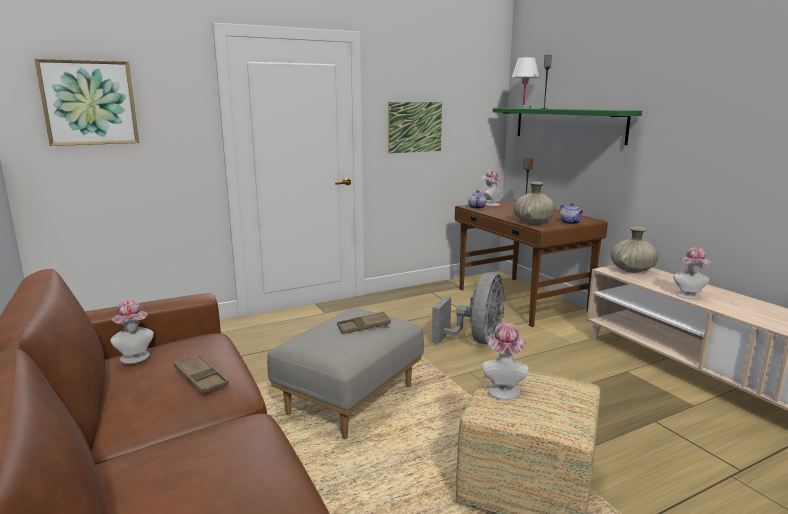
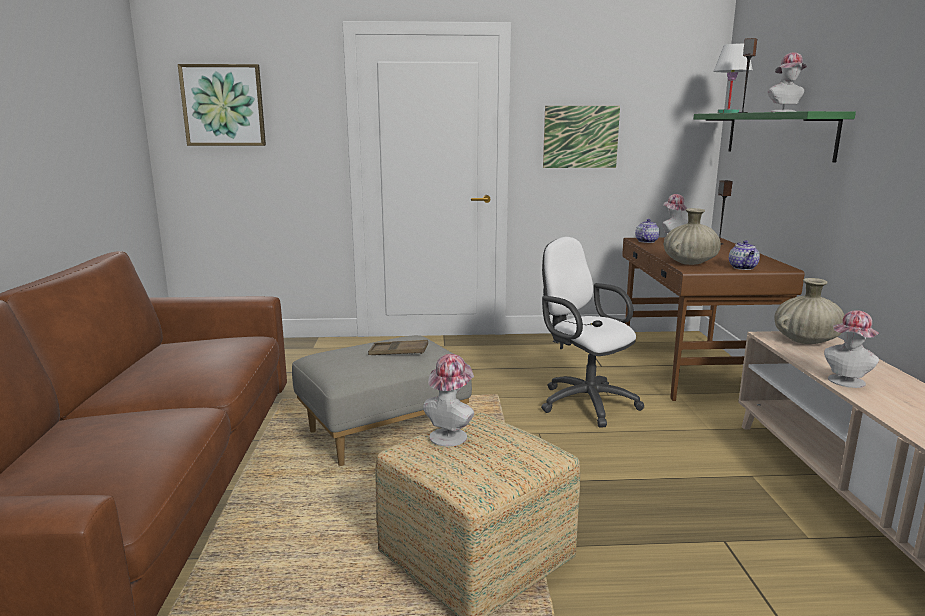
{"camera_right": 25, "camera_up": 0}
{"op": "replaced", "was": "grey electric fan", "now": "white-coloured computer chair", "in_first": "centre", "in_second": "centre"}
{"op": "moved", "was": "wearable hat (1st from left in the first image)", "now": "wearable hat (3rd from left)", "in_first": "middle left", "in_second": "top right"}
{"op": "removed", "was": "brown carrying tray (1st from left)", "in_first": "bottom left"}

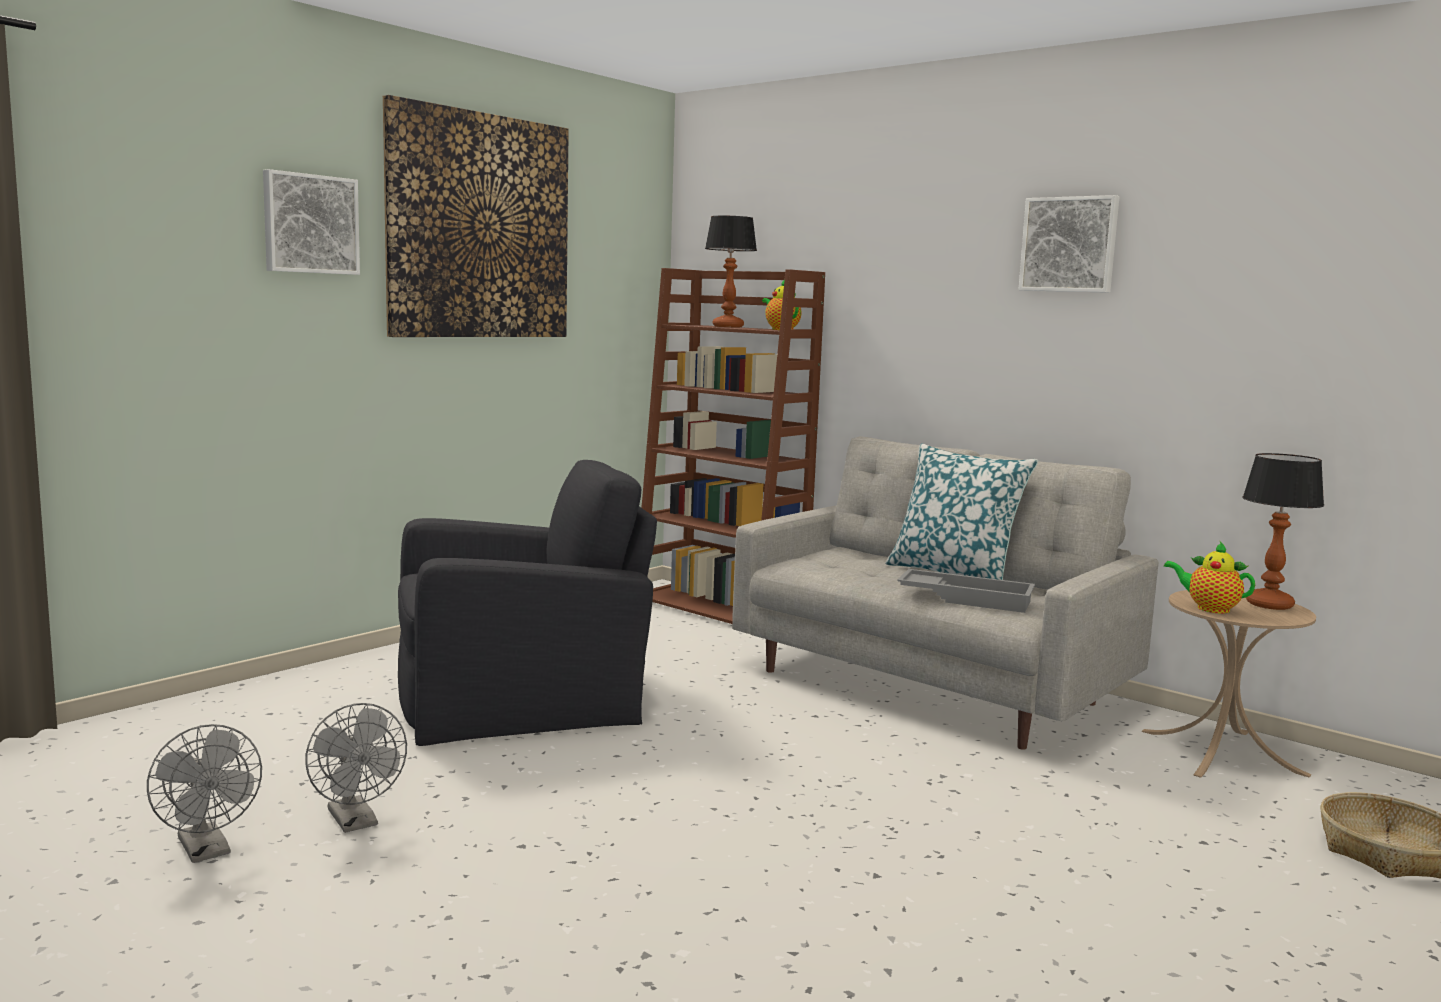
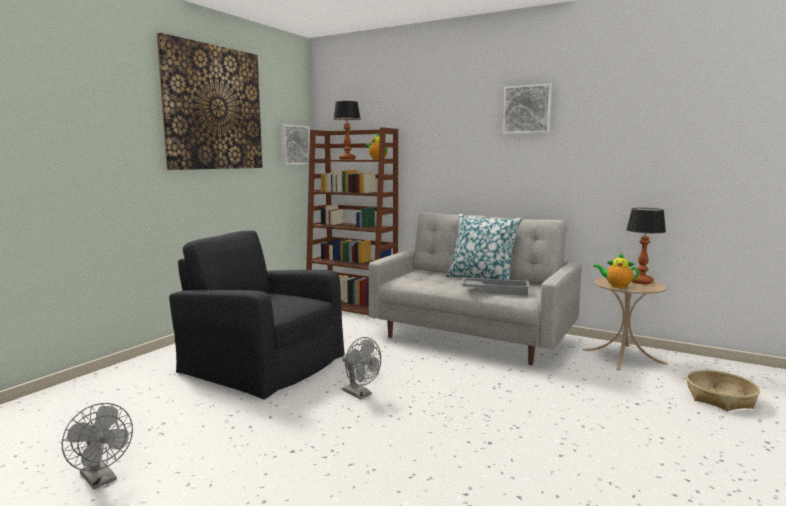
{"camera_right": -10, "camera_up": 0}
{"op": "turned", "was": "black lounge chair", "in_first": "centre", "in_second": "middle left", "clockwise": -120}
{"op": "moved", "was": "picture (1st from left in the first image)", "now": "picture (2nd from left)", "in_first": "top left", "in_second": "top centre"}
{"op": "moved", "was": "grey electric fan (2nd from left)", "in_first": "bottom left", "in_second": "bottom centre"}

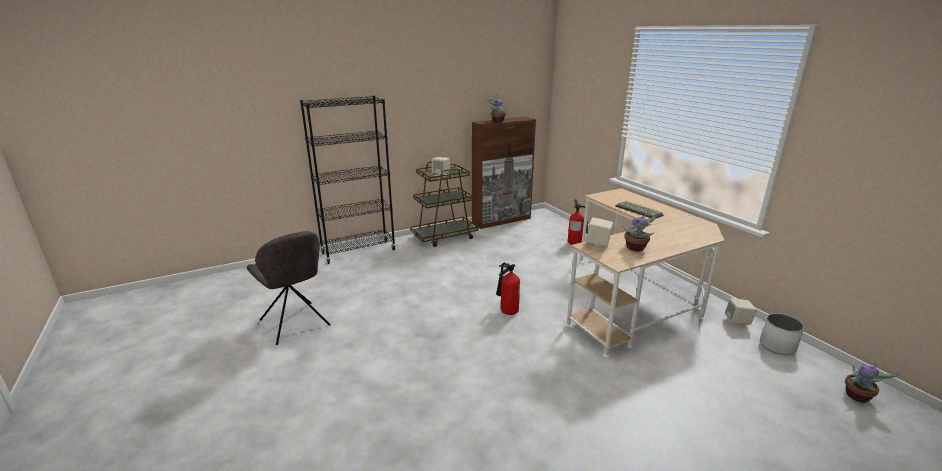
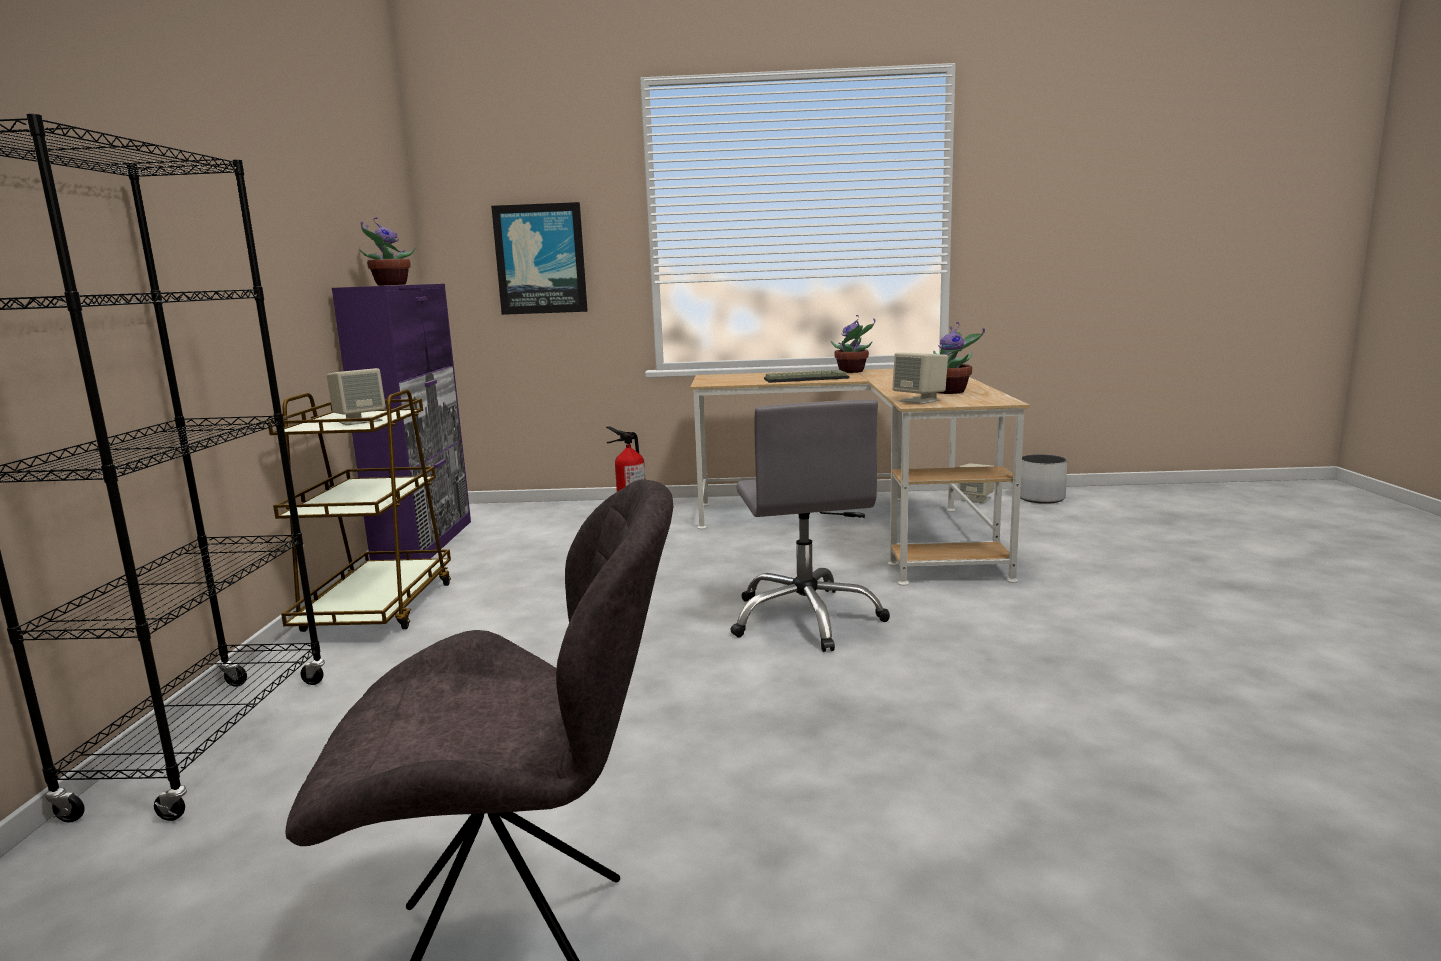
{"camera_right": -60, "camera_up": -10}
{"op": "recoloured", "was": "brown cupboard", "now": "purple-coloured cupboard", "in_first": "centre", "in_second": "middle left"}
{"op": "added", "now": "picture", "in_second": "top centre"}
{"op": "replaced", "was": "fire-fighting cylinder (1st from left)", "now": "grey computer chair", "in_first": "centre", "in_second": "centre"}
{"op": "moved", "was": "potted plant (3rd from left in the first image)", "now": "potted plant (2nd from left)", "in_first": "bottom right", "in_second": "centre"}

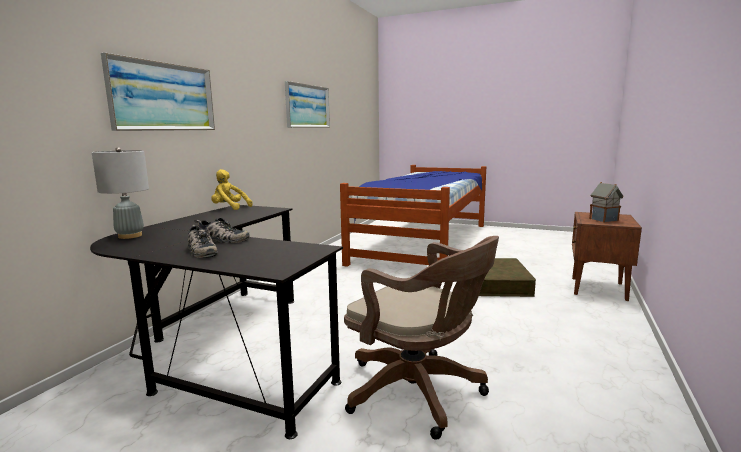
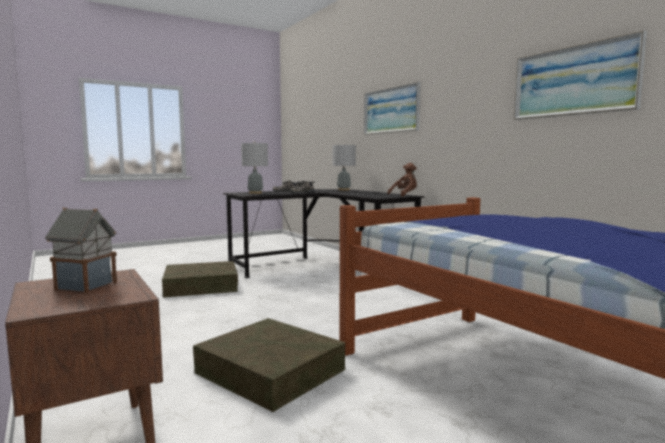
{"camera_right": 125, "camera_up": -5}
{"op": "replaced", "was": "brown computer chair", "now": "brown storage bin (1st from left)", "in_first": "bottom centre", "in_second": "middle left"}
{"op": "added", "now": "grey table lamp (1st from left)", "in_second": "centre"}
{"op": "recoloured", "was": "yellowish plush toy", "now": "brown plush toy", "in_first": "middle left", "in_second": "centre"}

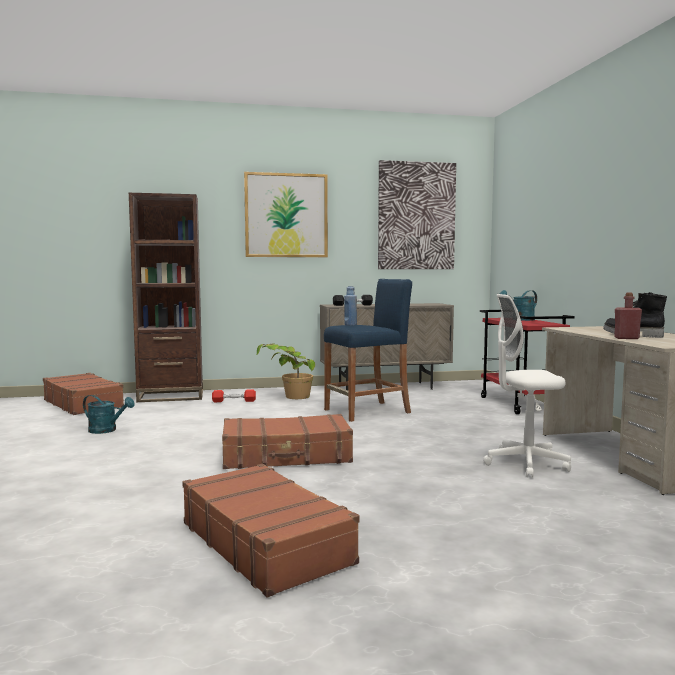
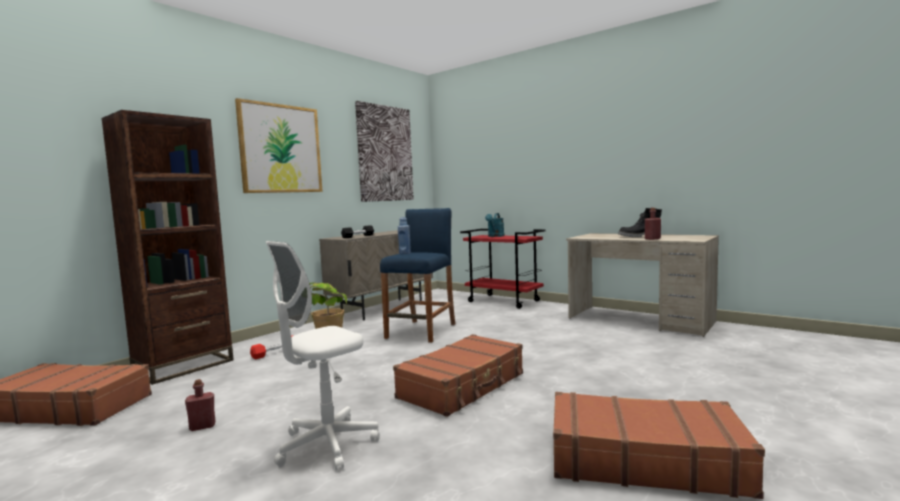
{"camera_right": -40, "camera_up": 0}
{"op": "replaced", "was": "turquoise-coloured watering can (1st from left)", "now": "reddish beverage bottle (1st from left)", "in_first": "middle left", "in_second": "bottom left"}
{"op": "moved", "was": "white-coloured computer chair", "in_first": "middle right", "in_second": "bottom centre"}

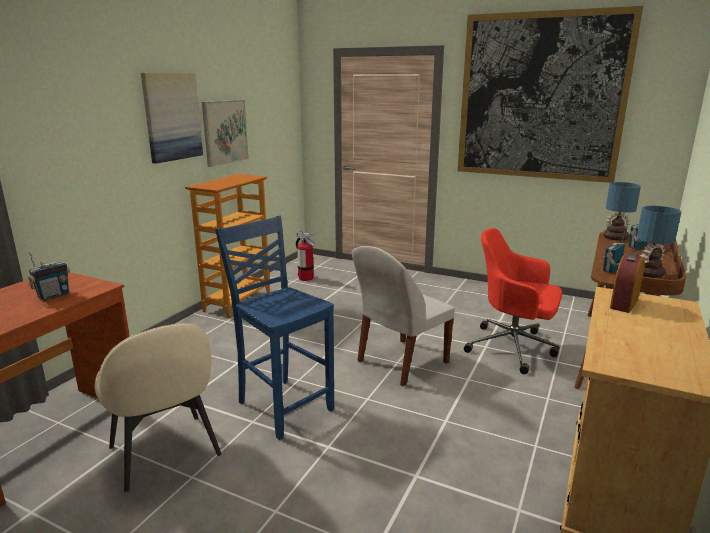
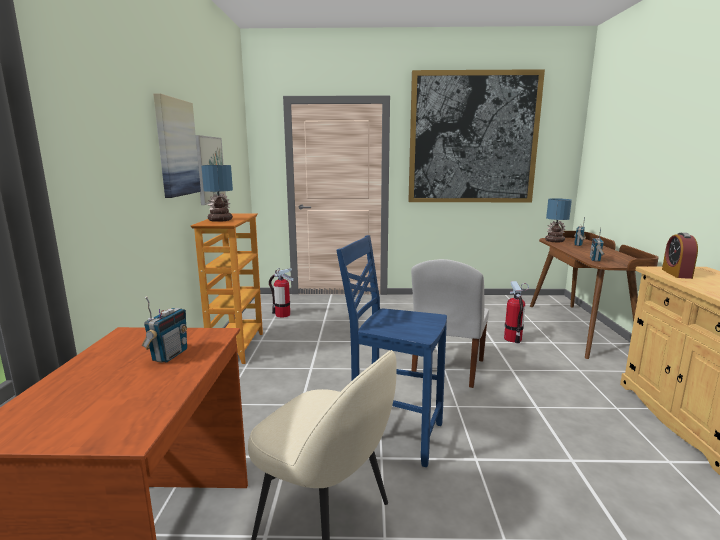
{"camera_right": -25, "camera_up": -5}
{"op": "moved", "was": "table lamp (2nd from left in the first image)", "now": "table lamp (1st from left)", "in_first": "middle right", "in_second": "middle left"}
{"op": "replaced", "was": "reddish computer chair", "now": "fire-fighting cylinder (2nd from left)", "in_first": "middle right", "in_second": "middle right"}

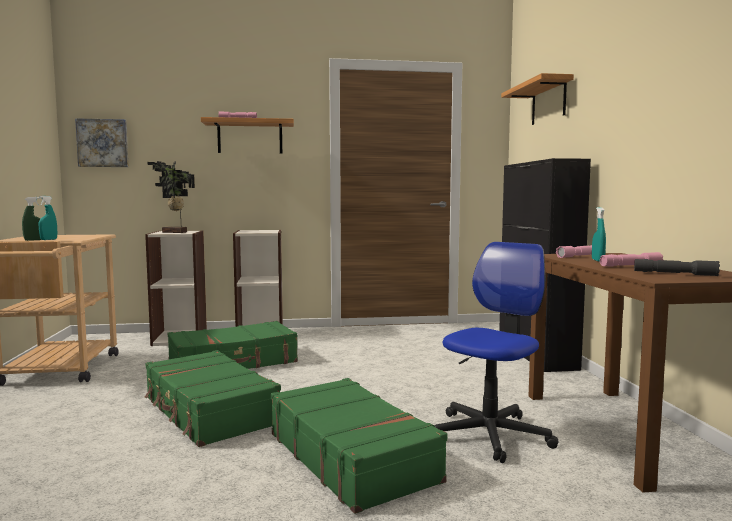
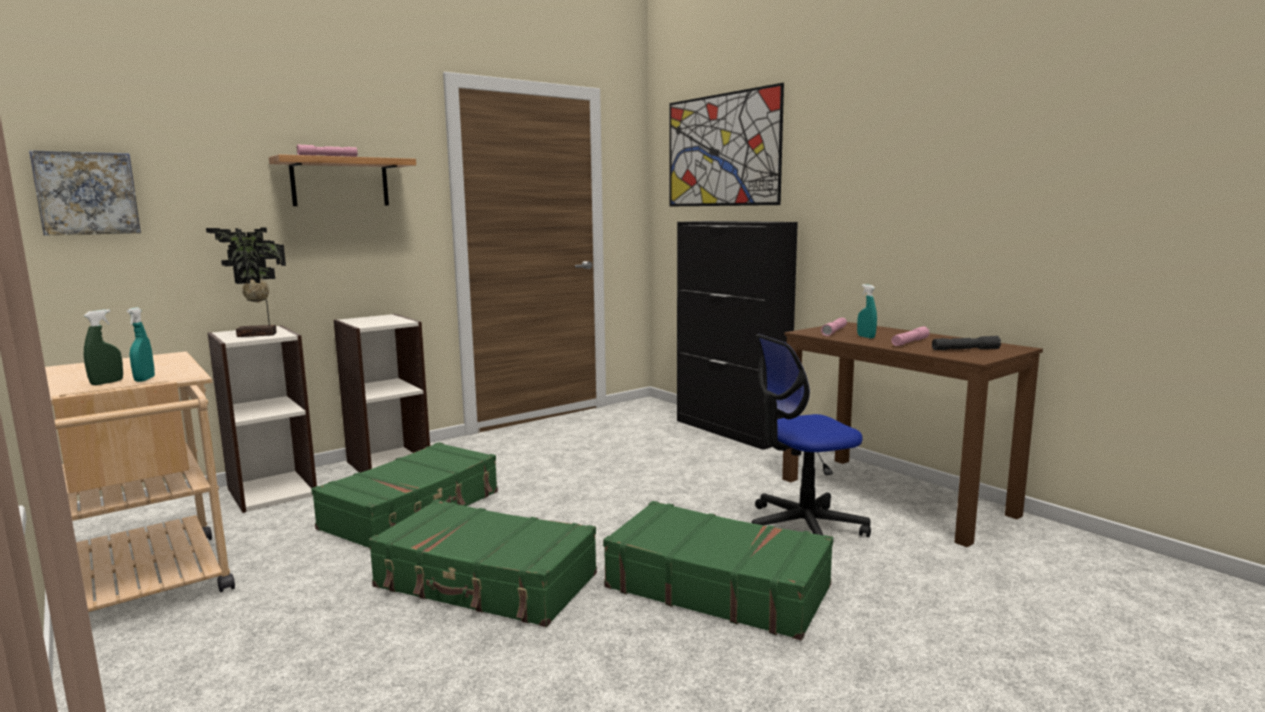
{"camera_right": -30, "camera_up": 5}
{"op": "replaced", "was": "shelf (2nd from left)", "now": "picture (2nd from left)", "in_first": "top right", "in_second": "top centre"}
{"op": "turned", "was": "computer chair", "in_first": "bottom right", "in_second": "centre", "clockwise": -120}

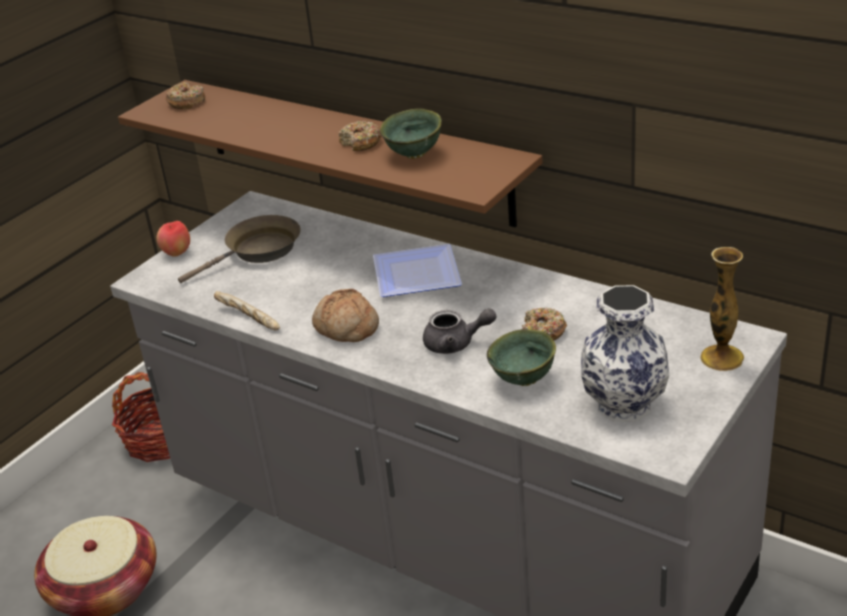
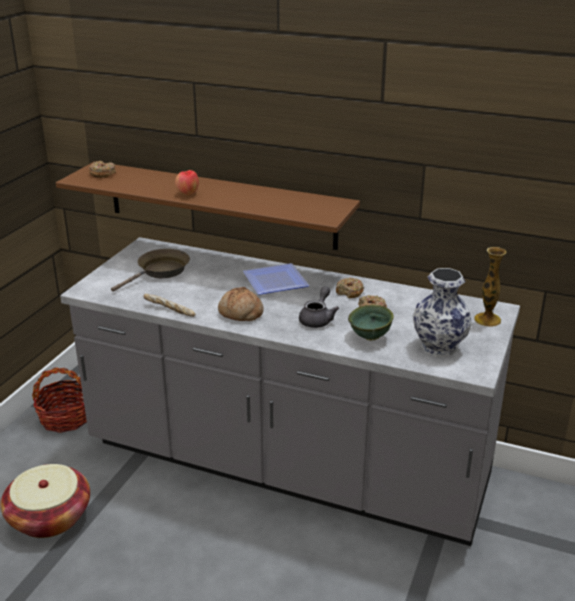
{"camera_right": -15, "camera_up": -5}
{"op": "moved", "was": "apple", "in_first": "middle left", "in_second": "top left"}
{"op": "turned", "was": "grey pot for tea", "in_first": "centre", "in_second": "centre", "clockwise": -60}
{"op": "moved", "was": "doughnut (2nd from left)", "in_first": "top centre", "in_second": "centre"}
{"op": "removed", "was": "greenish bowl (1st from left)", "in_first": "top centre"}

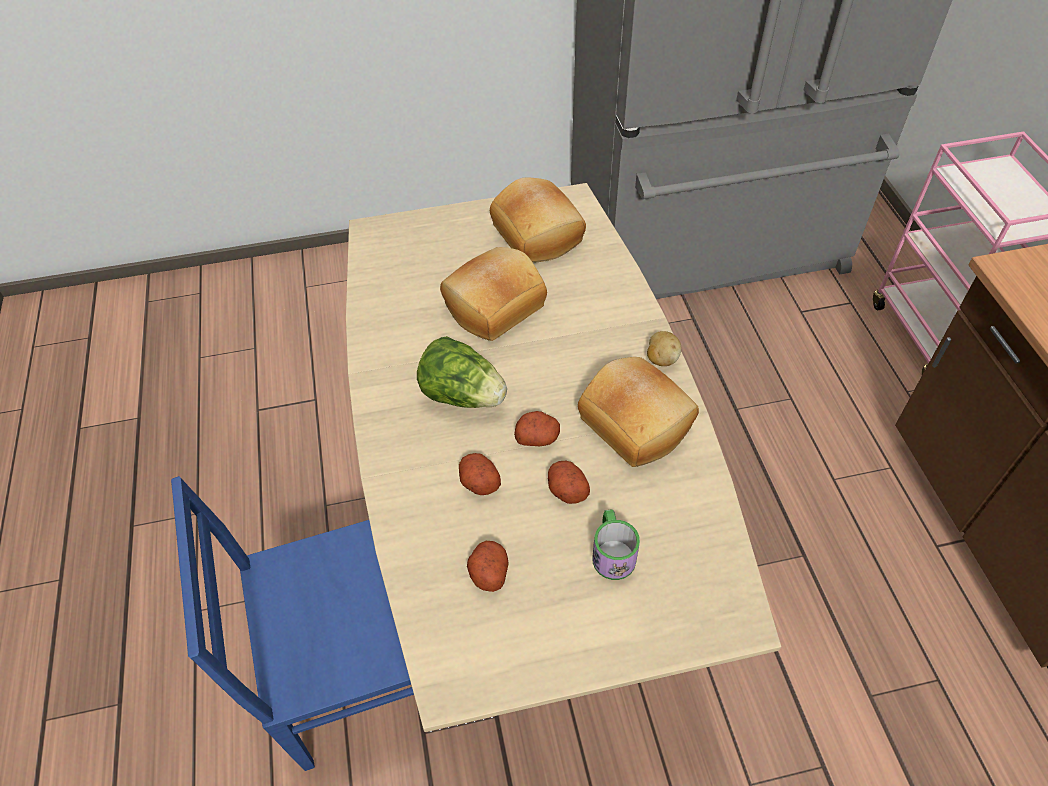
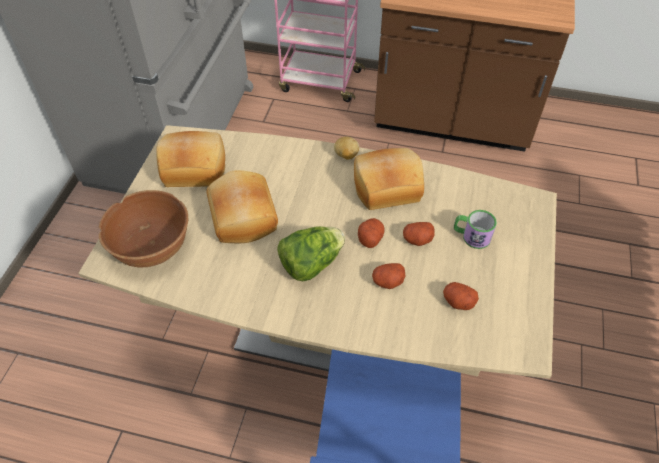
{"camera_right": -65, "camera_up": 0}
{"op": "added", "now": "brown bowl", "in_second": "middle left"}

